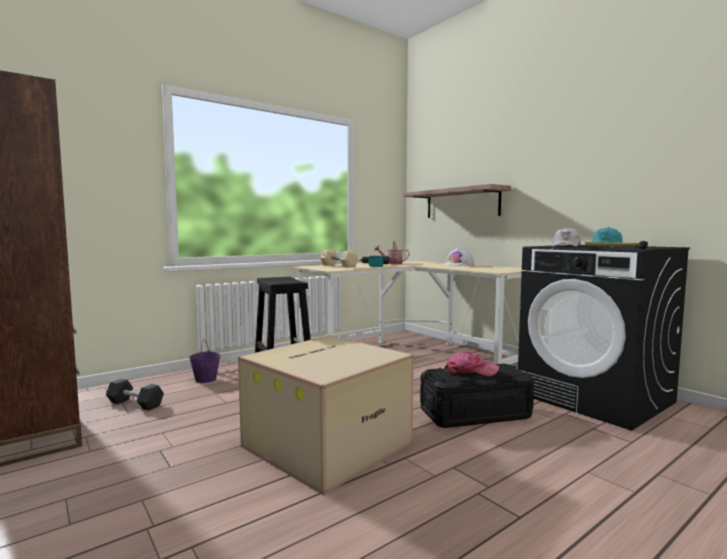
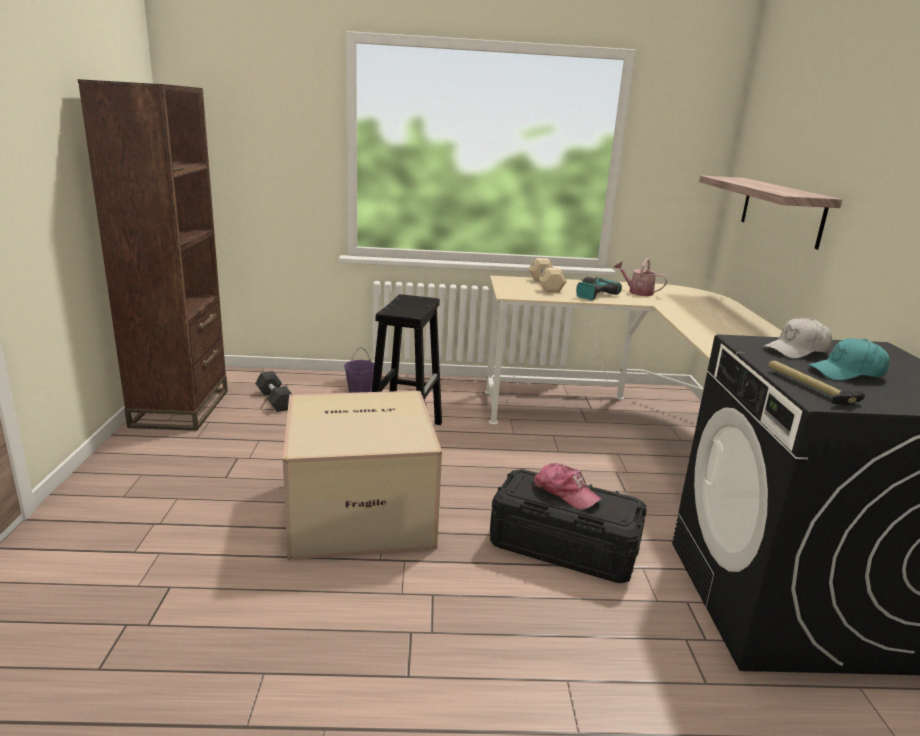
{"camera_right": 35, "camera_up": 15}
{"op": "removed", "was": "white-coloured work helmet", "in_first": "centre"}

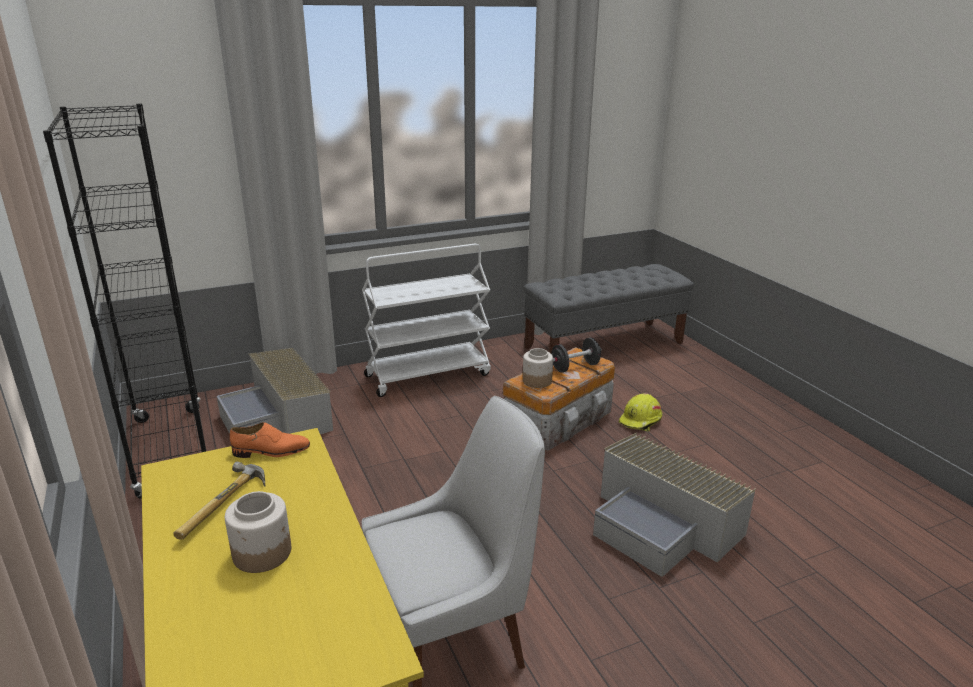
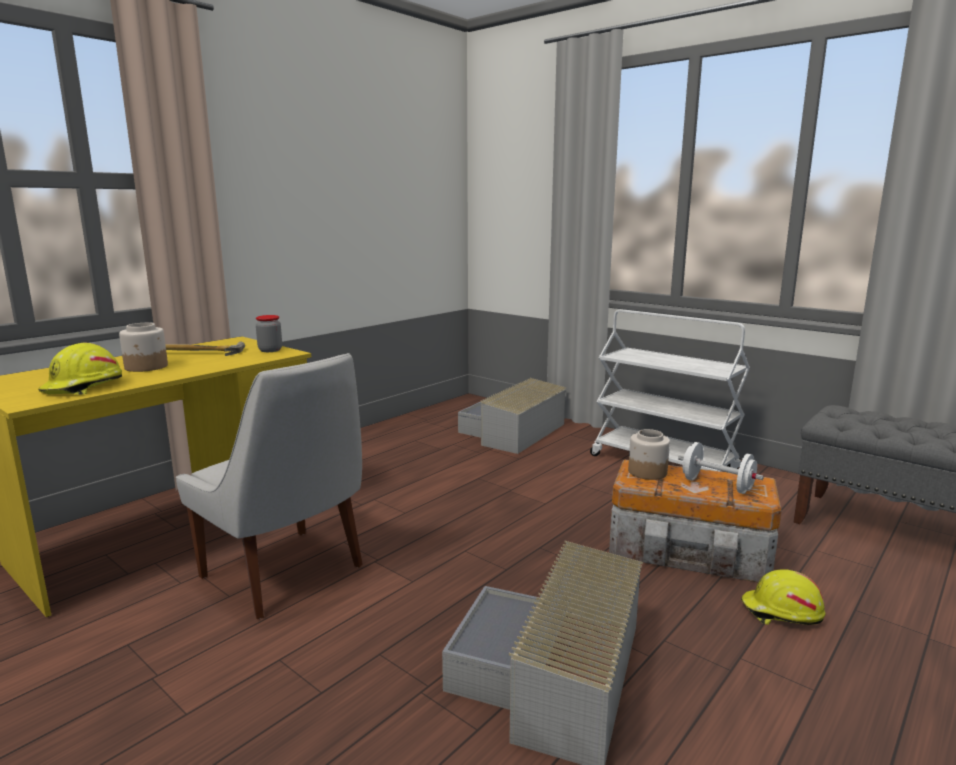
{"camera_right": 65, "camera_up": -10}
{"op": "added", "now": "yellowish work helmet (1st from left)", "in_second": "middle left"}
{"op": "replaced", "was": "orangey low shoe", "now": "jar (2nd from left)", "in_first": "middle left", "in_second": "middle left"}
{"op": "recoloured", "was": "black dumbbell", "now": "white-coloured dumbbell", "in_first": "centre", "in_second": "middle right"}
{"op": "removed", "was": "black bookcase", "in_first": "middle left"}

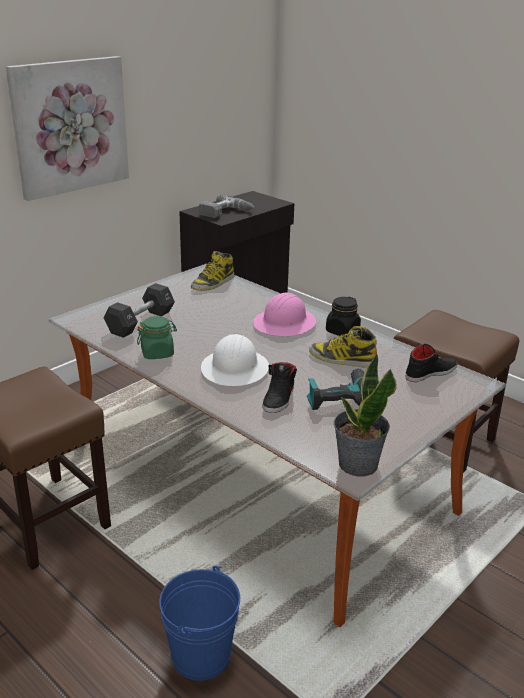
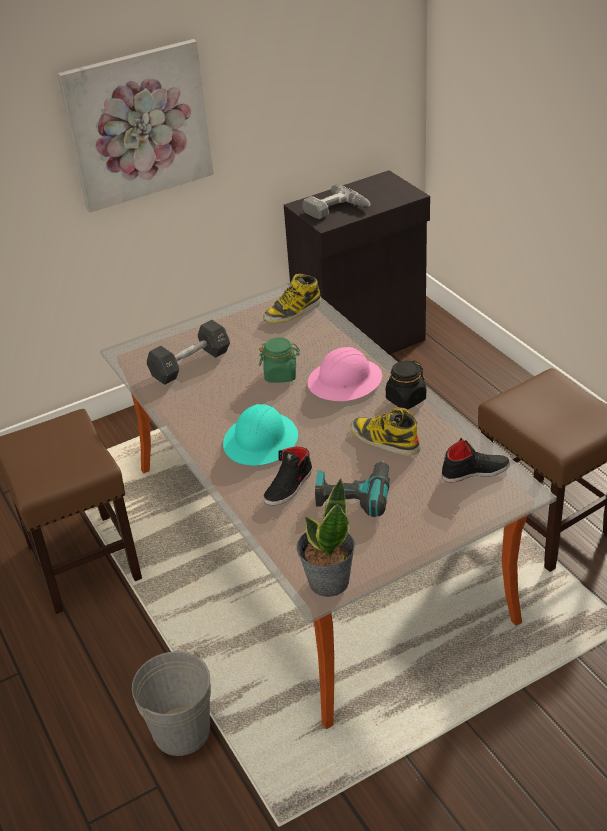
{"camera_right": 20, "camera_up": 10}
{"op": "recoloured", "was": "bluish bucket", "now": "grey bucket", "in_first": "bottom centre", "in_second": "bottom left"}
{"op": "recoloured", "was": "white-coloured work helmet", "now": "turquoise-coloured work helmet", "in_first": "centre", "in_second": "centre"}
{"op": "moved", "was": "greenish jar", "in_first": "middle left", "in_second": "centre"}

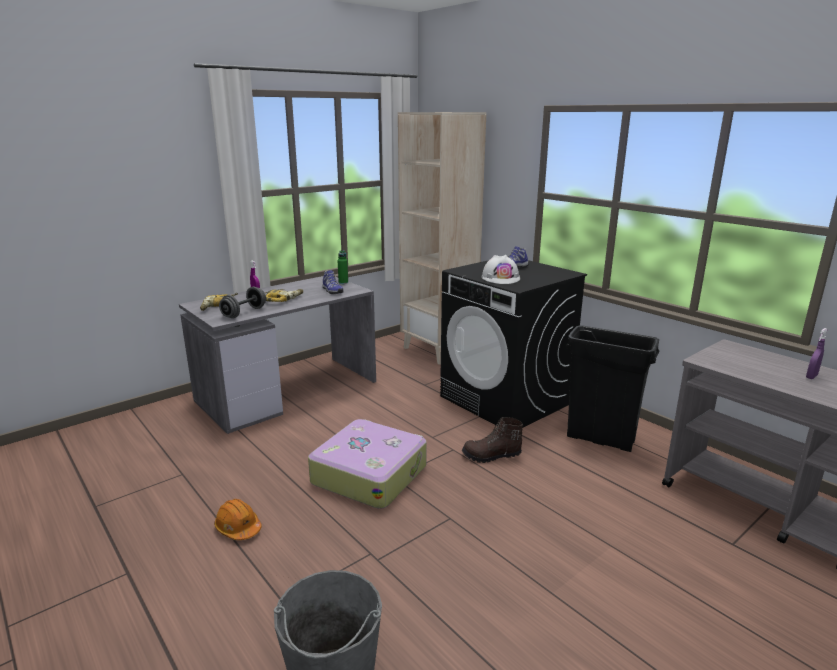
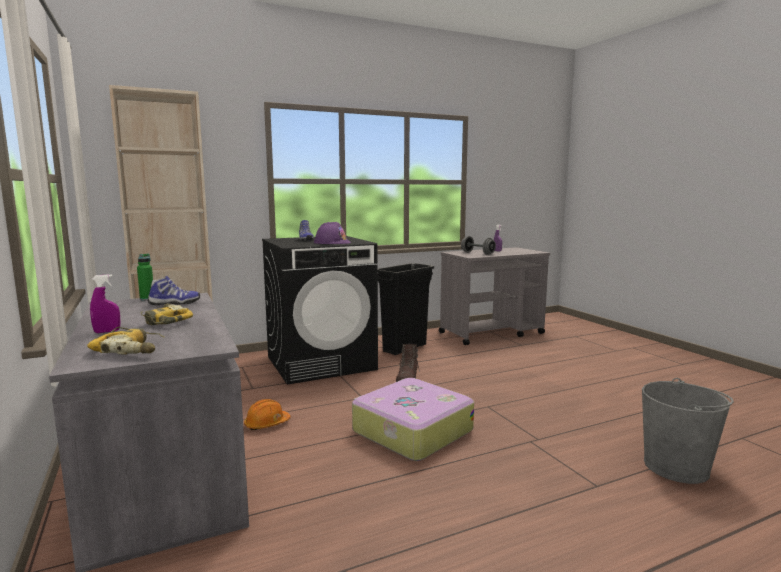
{"camera_right": -75, "camera_up": -10}
{"op": "moved", "was": "orangey work helmet", "in_first": "bottom left", "in_second": "bottom centre"}
{"op": "recoloured", "was": "white-coloured work helmet", "now": "purple-coloured work helmet", "in_first": "centre", "in_second": "centre"}
{"op": "moved", "was": "grey dumbbell", "in_first": "middle left", "in_second": "centre"}

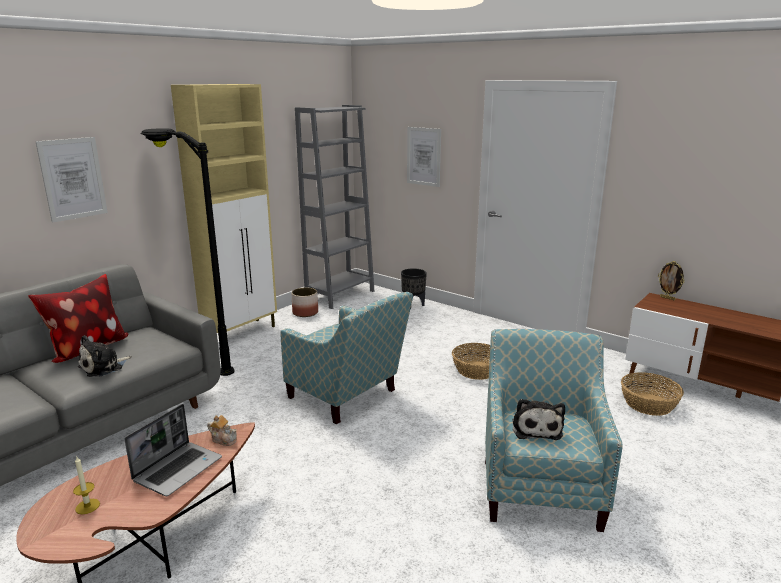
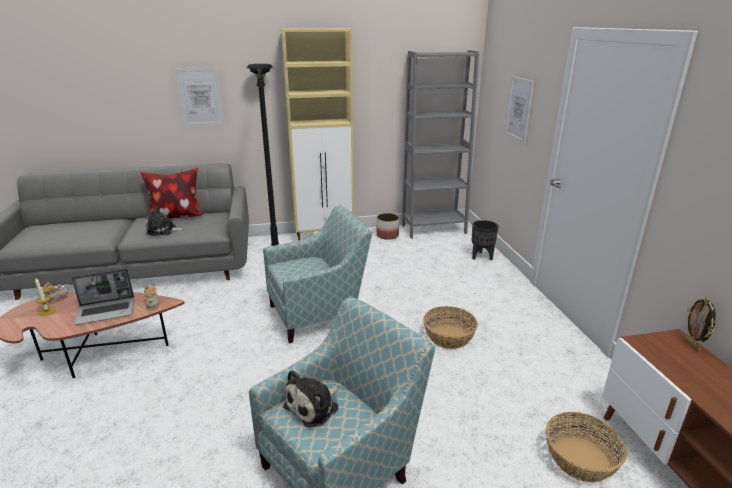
{"camera_right": 40, "camera_up": 5}
{"op": "added", "now": "pot for tea (1st from left)", "in_second": "middle left"}
{"op": "turned", "was": "lounge chair (1st from left)", "in_first": "centre", "in_second": "centre", "clockwise": -105}

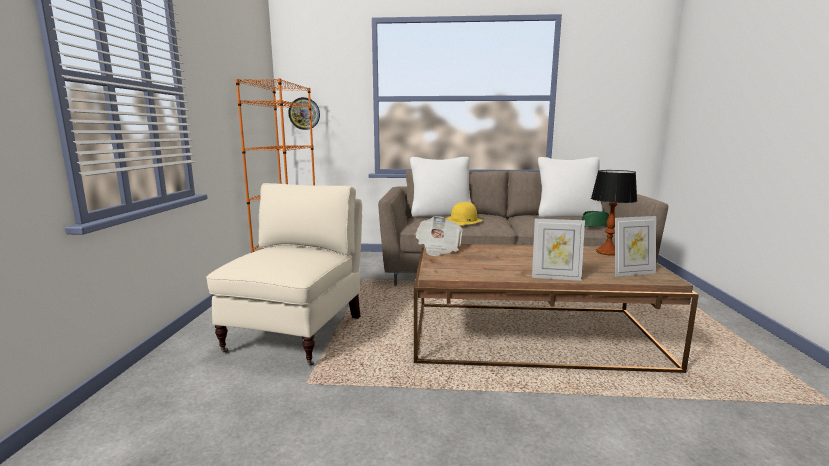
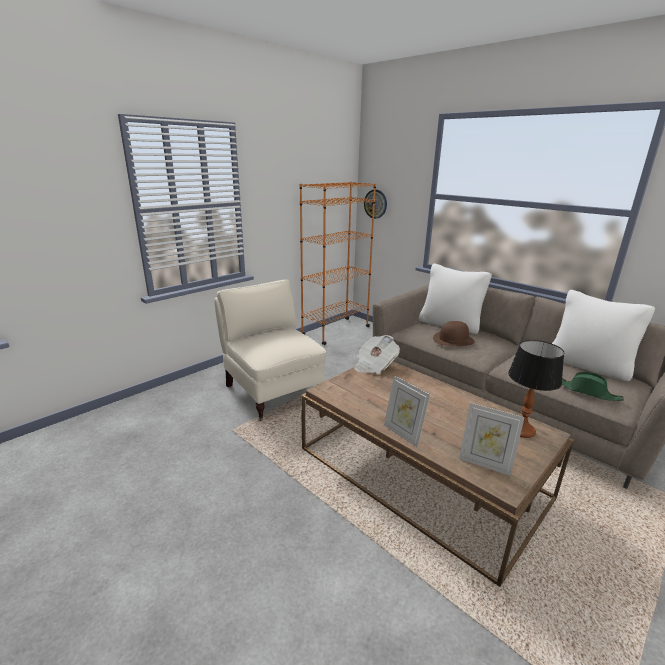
{"camera_right": 40, "camera_up": 10}
{"op": "turned", "was": "beige-coloured lounge chair", "in_first": "centre", "in_second": "centre", "clockwise": -90}
{"op": "recoloured", "was": "yellowish wearable hat", "now": "brown wearable hat", "in_first": "centre", "in_second": "middle right"}

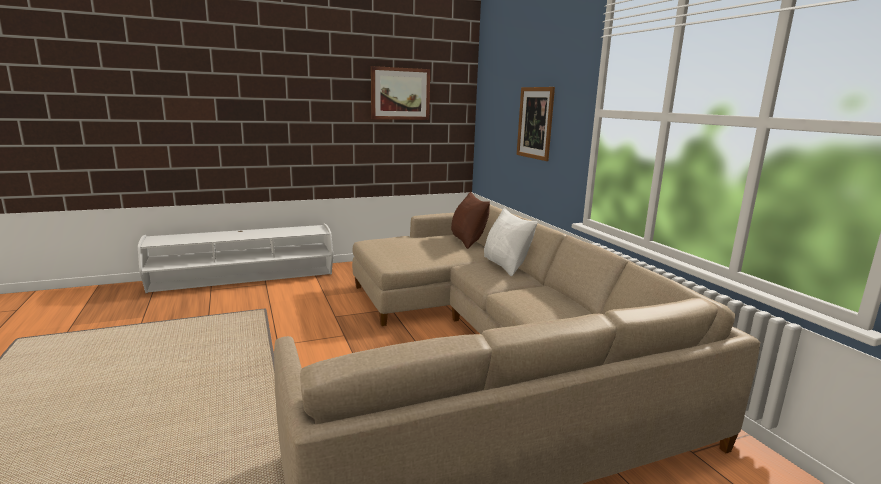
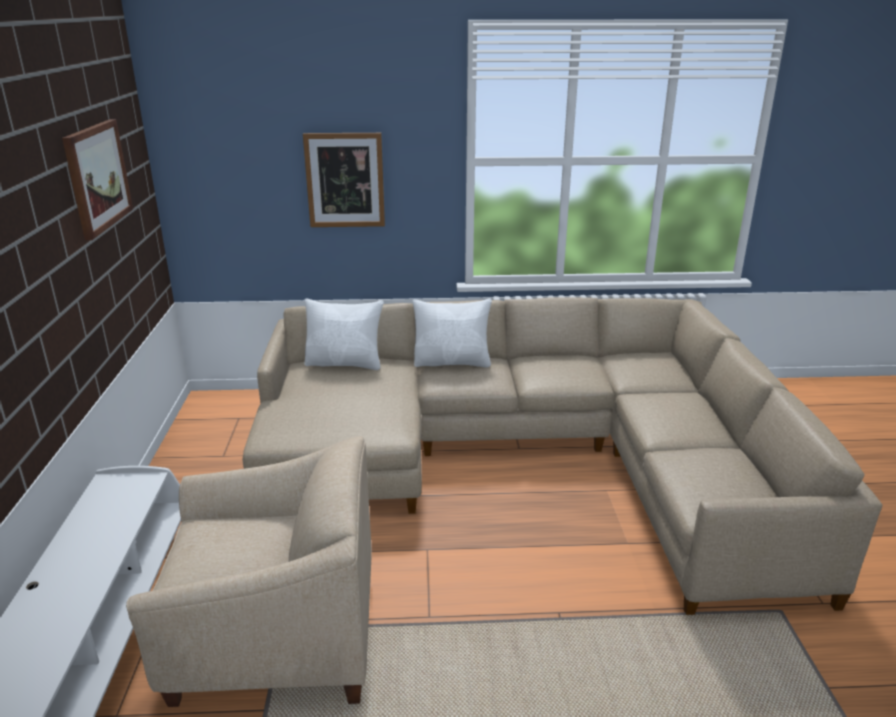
{"camera_right": -70, "camera_up": 10}
{"op": "added", "now": "beige-coloured lounge chair", "in_second": "bottom left"}
{"op": "recoloured", "was": "brown throw pillow", "now": "white-coloured throw pillow (1st from left)", "in_first": "centre", "in_second": "centre"}

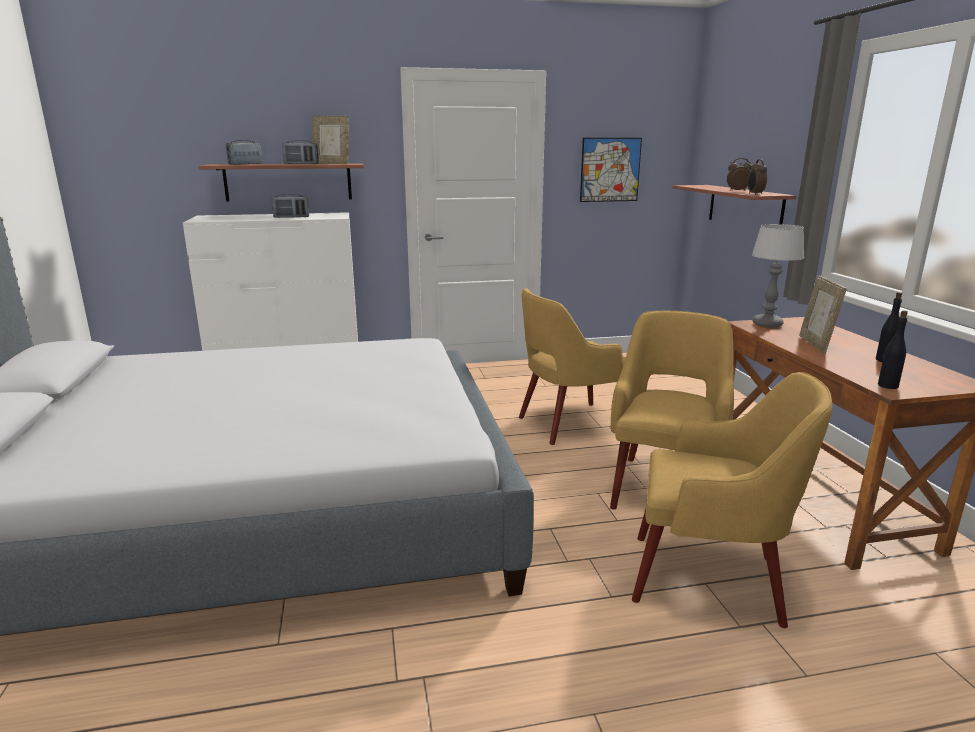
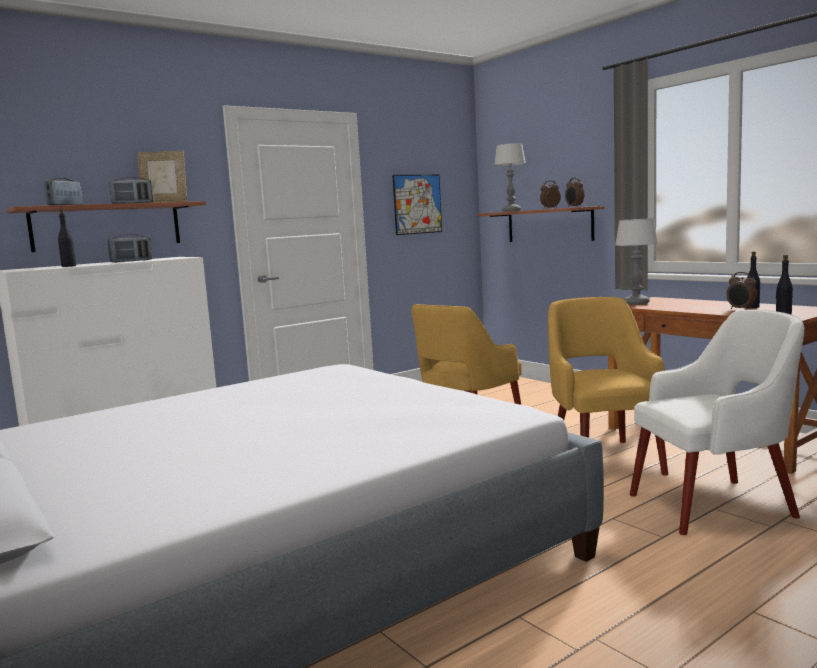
{"camera_right": -25, "camera_up": -10}
{"op": "added", "now": "black beverage bottle (1st from left)", "in_second": "middle left"}
{"op": "added", "now": "table lamp (1st from left)", "in_second": "top centre"}
{"op": "recoloured", "was": "yellowish lounge chair (3rd from left)", "now": "white-coloured lounge chair", "in_first": "bottom right", "in_second": "middle right"}
{"op": "added", "now": "table clock (3rd from left)", "in_second": "middle right"}
{"op": "removed", "was": "standing frame (2nd from left)", "in_first": "middle right"}

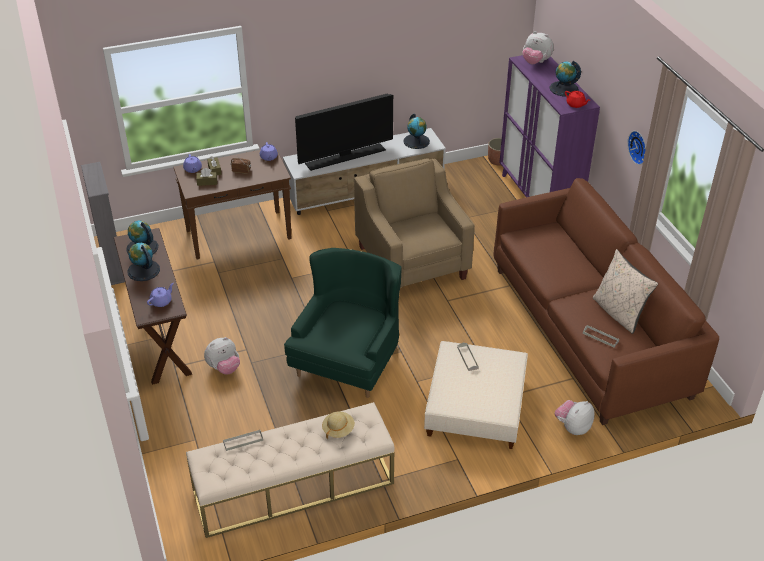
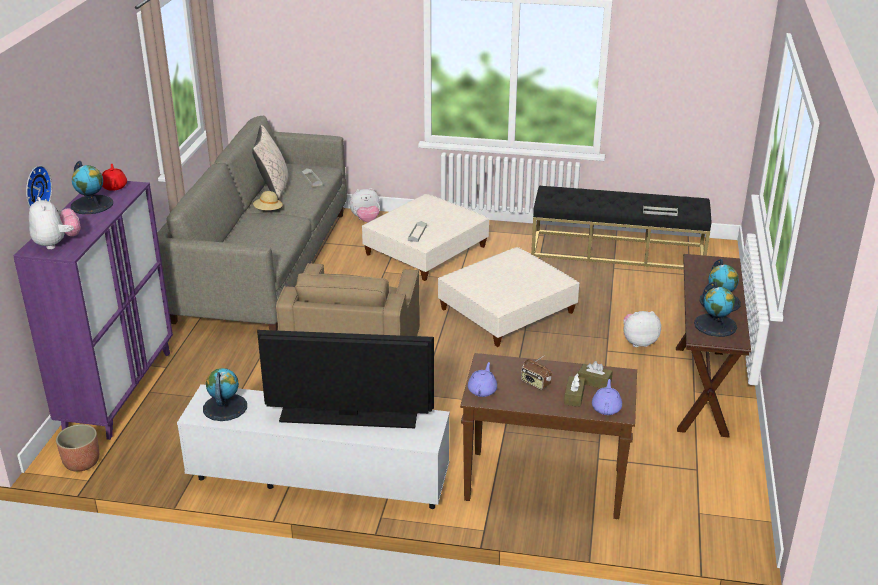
{"camera_right": -150, "camera_up": -10}
{"op": "moved", "was": "clock on the wall", "in_first": "top right", "in_second": "top left"}
{"op": "recoloured", "was": "brown couch", "now": "grey couch", "in_first": "middle right", "in_second": "middle left"}
{"op": "moved", "was": "beige-coloured wearable hat", "in_first": "bottom centre", "in_second": "middle left"}
{"op": "replaced", "was": "greenish lounge chair", "now": "beige-coloured ottoman (2nd from left)", "in_first": "centre", "in_second": "centre"}
{"op": "recoloured", "was": "beige-coloured long seat", "now": "black long seat", "in_first": "bottom centre", "in_second": "middle right"}
{"op": "removed", "was": "grey bookcase", "in_first": "middle left"}
{"op": "removed", "was": "purple-coloured pot for tea (1st from left)", "in_first": "middle left"}

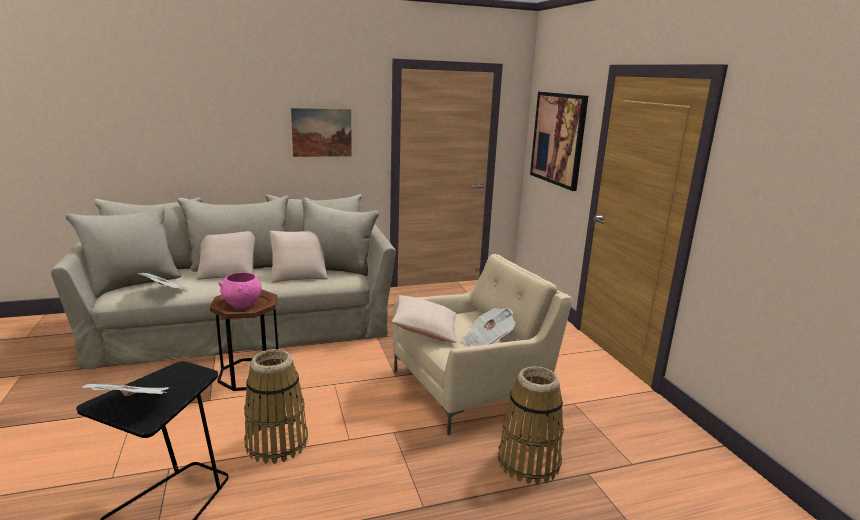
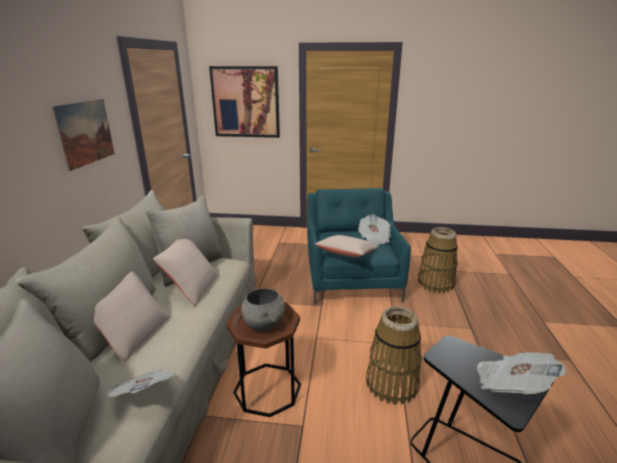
{"camera_right": -65, "camera_up": 5}
{"op": "recoloured", "was": "pink-coloured bowl", "now": "grey bowl", "in_first": "middle left", "in_second": "bottom centre"}
{"op": "recoloured", "was": "beige-coloured lounge chair", "now": "turquoise-coloured lounge chair", "in_first": "centre", "in_second": "centre"}

